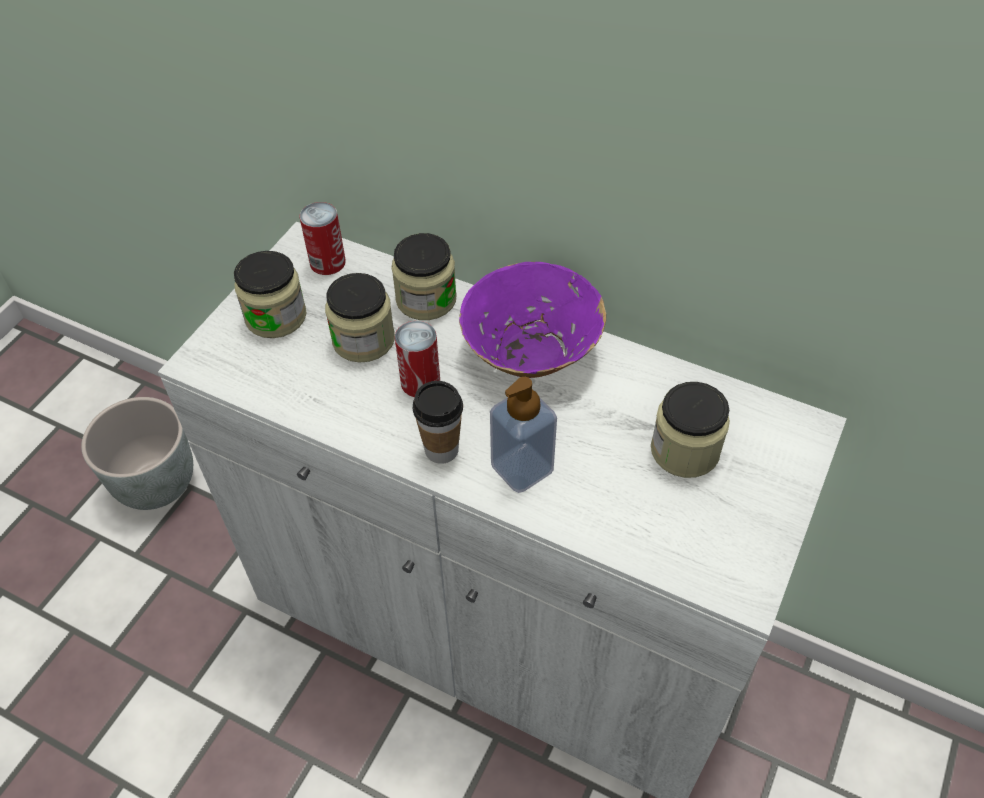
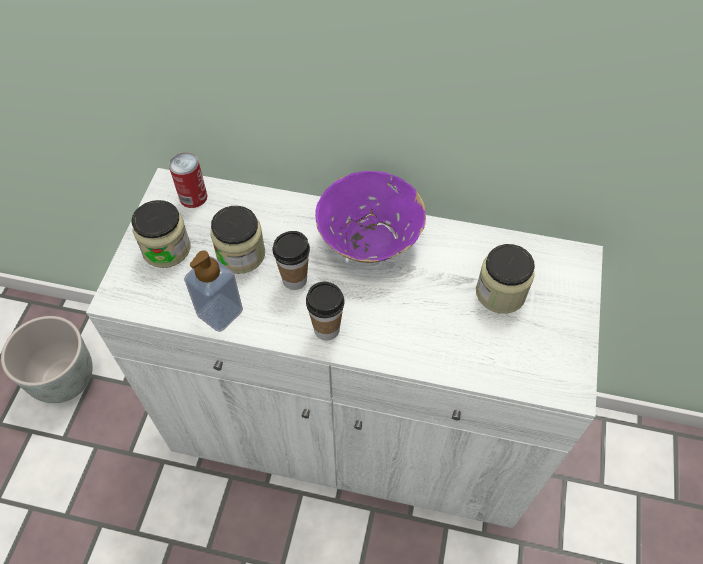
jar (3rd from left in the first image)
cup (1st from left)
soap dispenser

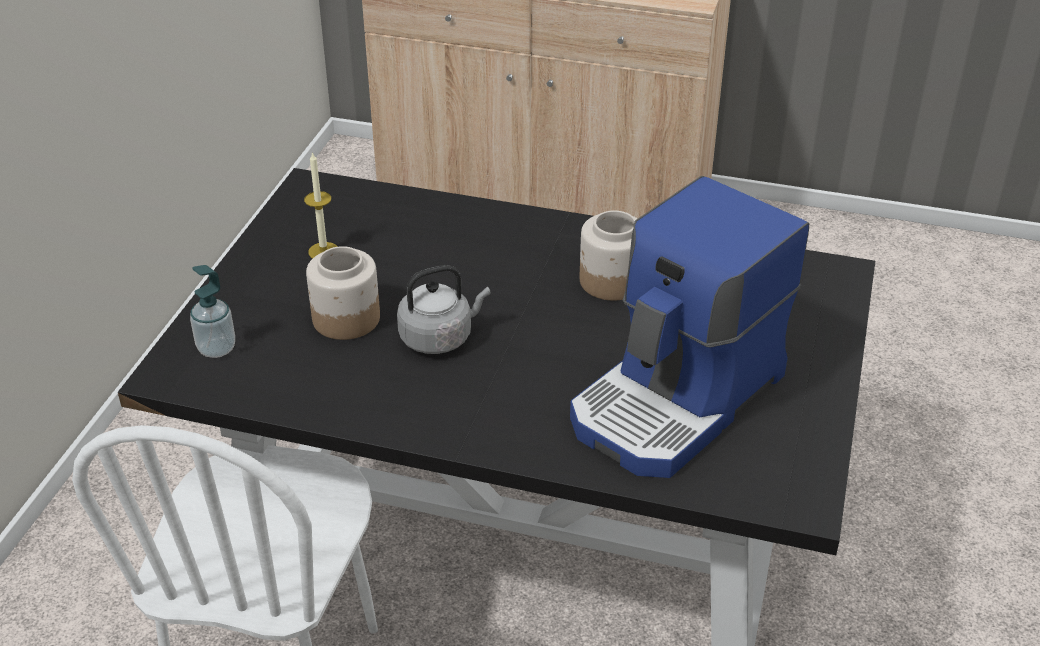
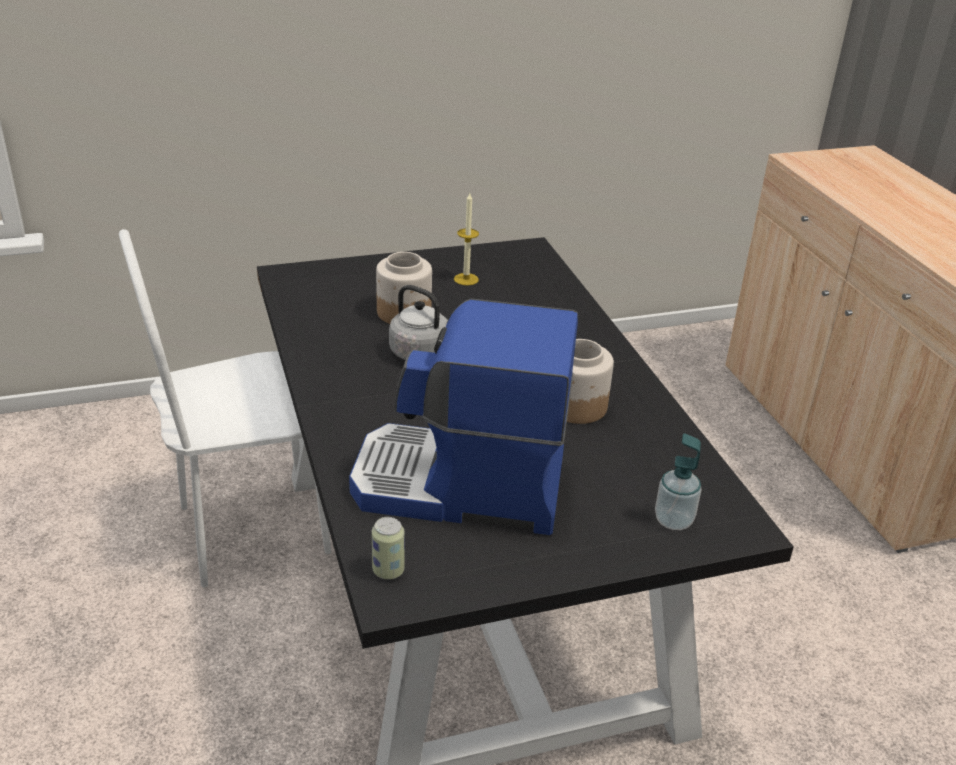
soap dispenser
can

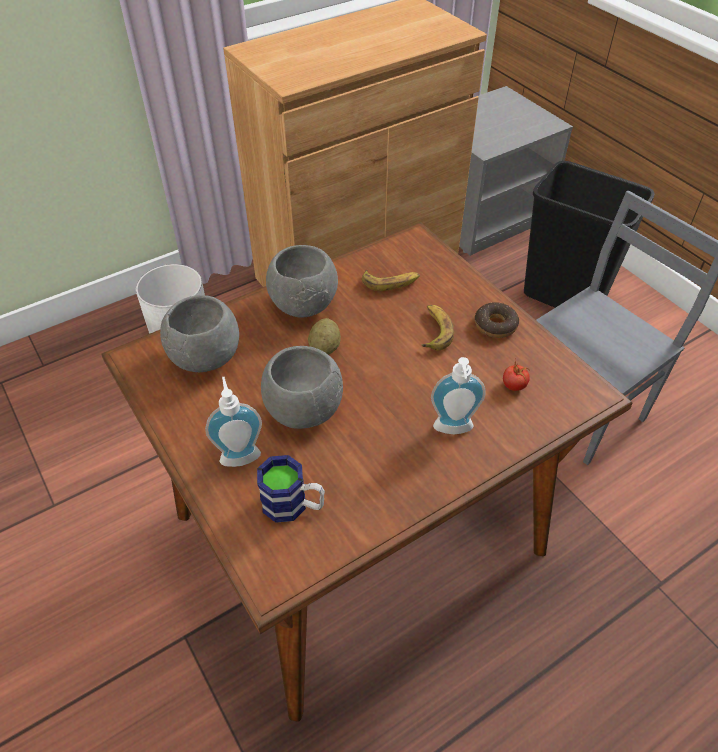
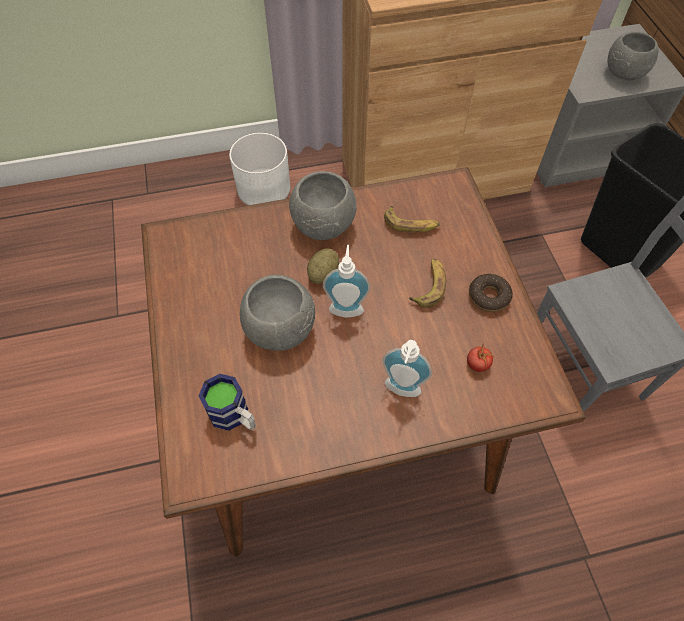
bowl/grey (3rd from left)
soap dispenser (1st from left)

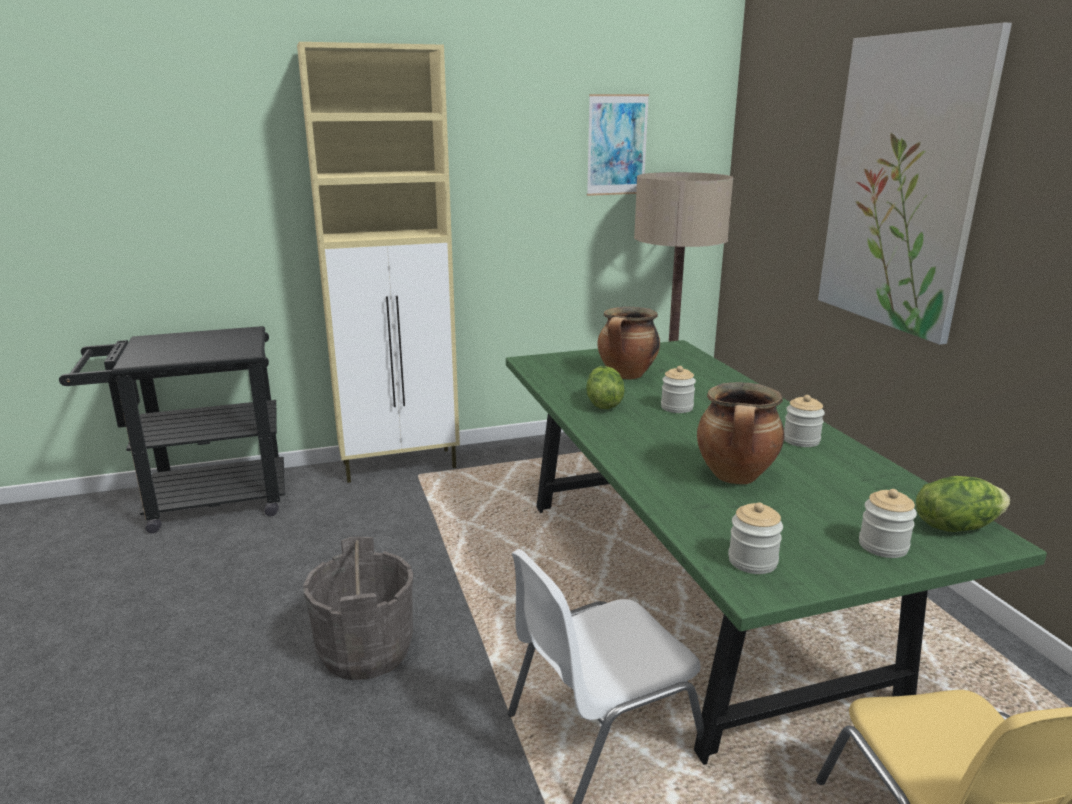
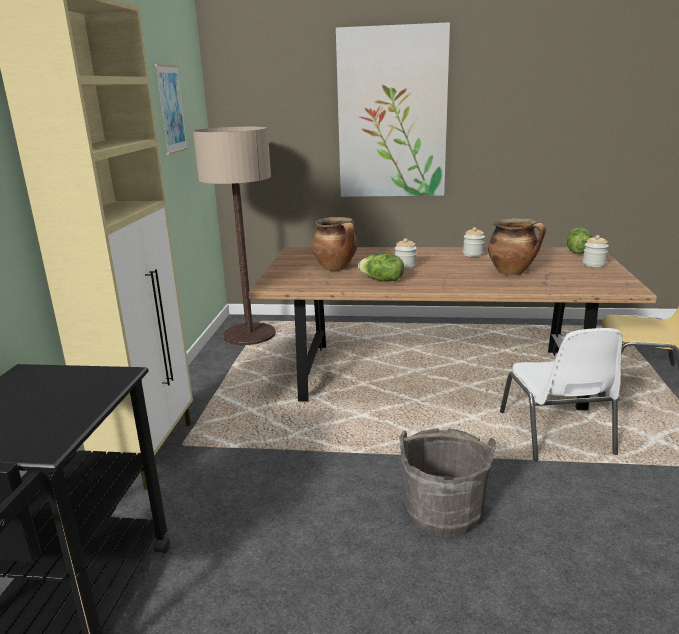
dining table/brown
jar (2nd from left in the first image)

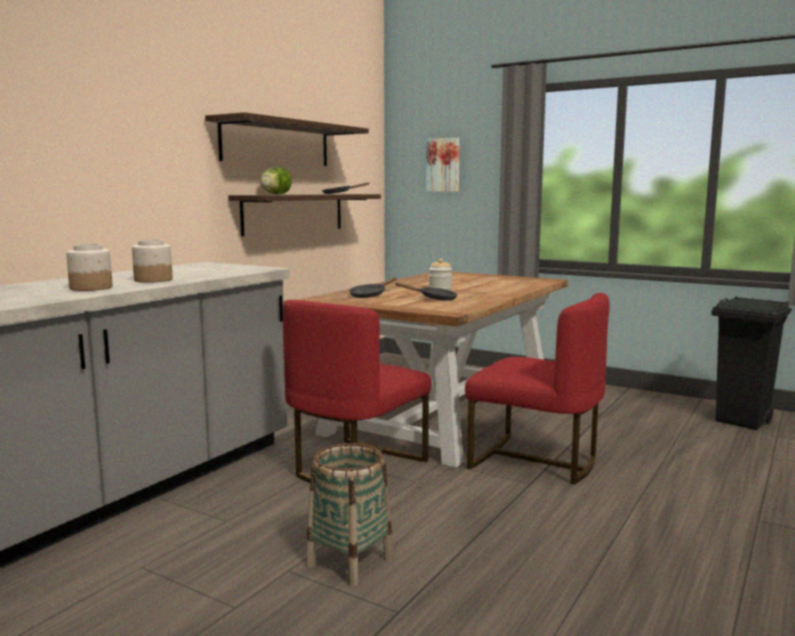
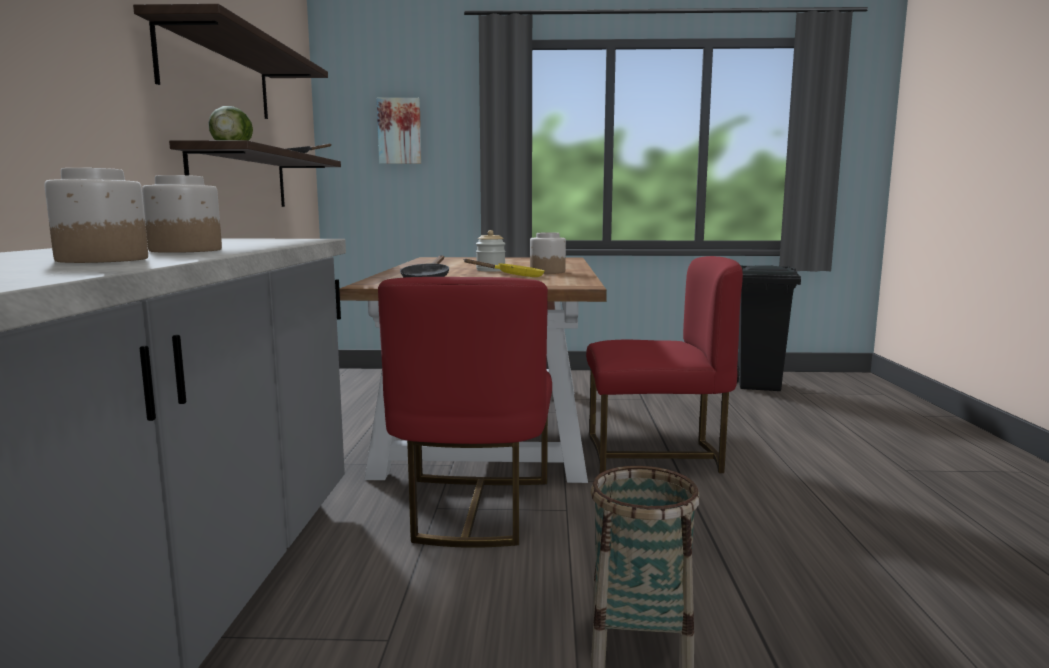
frying pan/yellow
jar (4th from left)

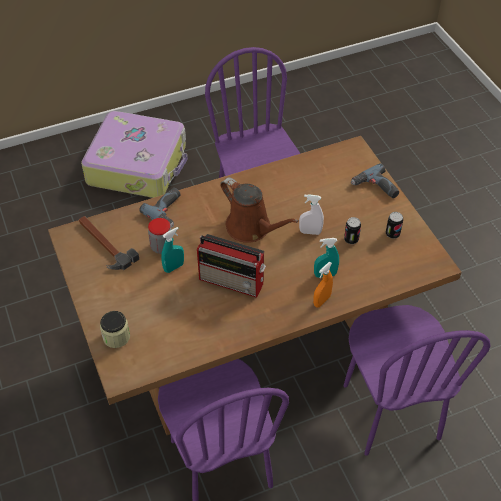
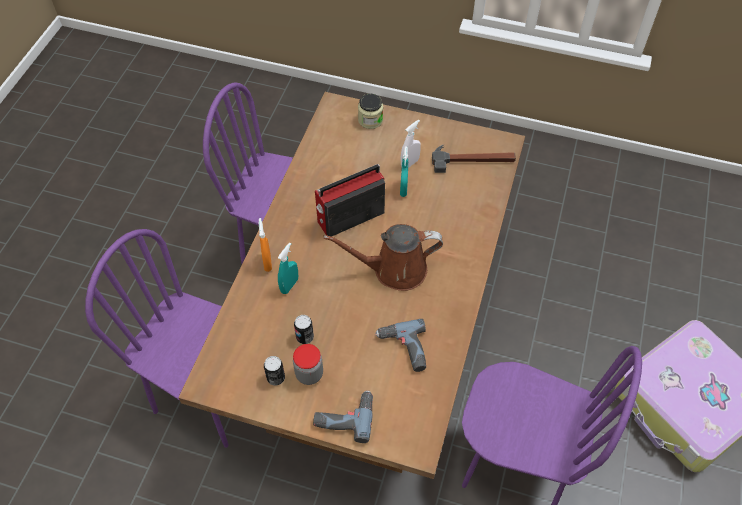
power drill (2nd from left)
spray bottle/white
jar (1st from left)

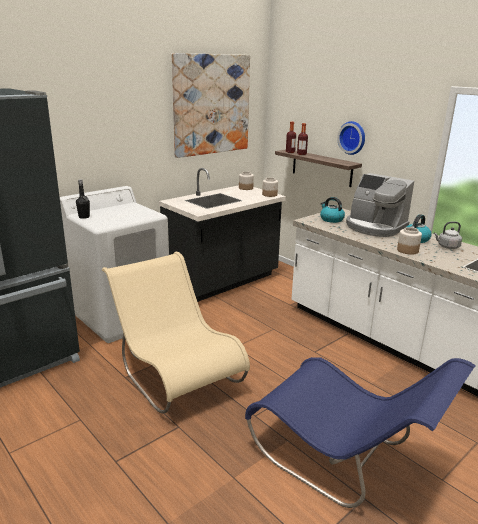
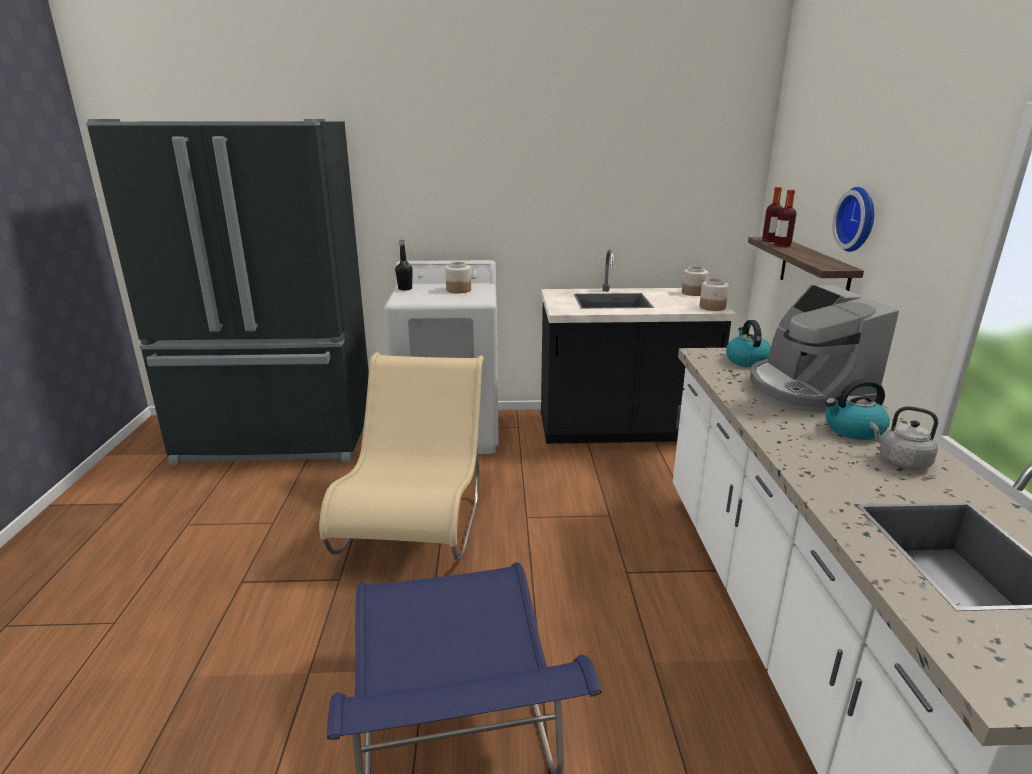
picture
jar (1st from left)

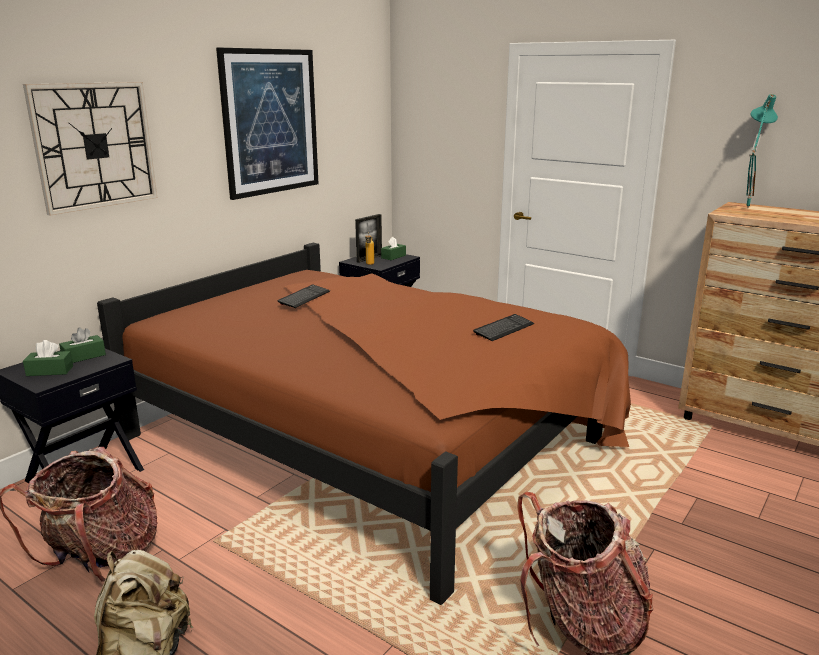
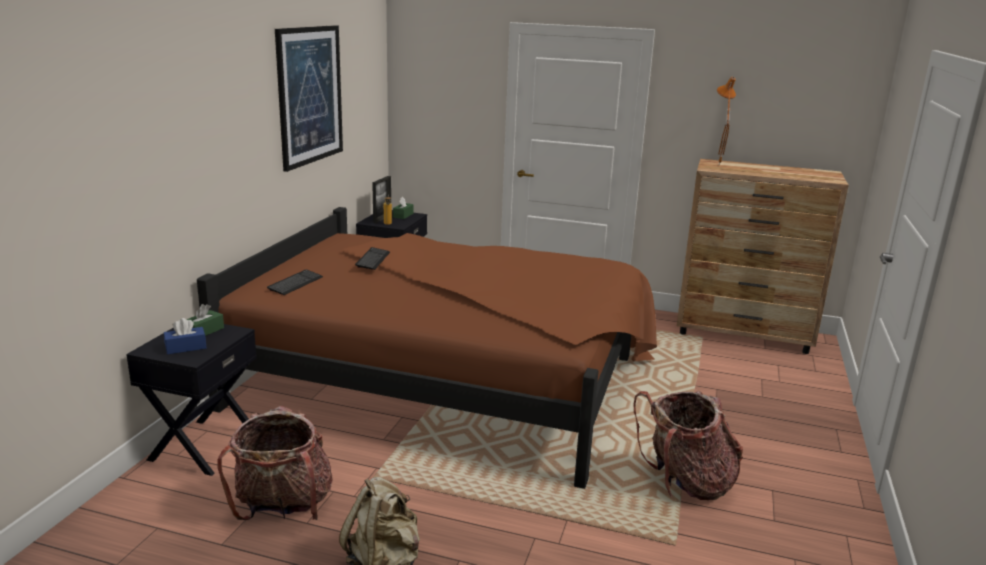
wall clock
table lamp/orange
keyboard (1st from left)
tissue box/blue

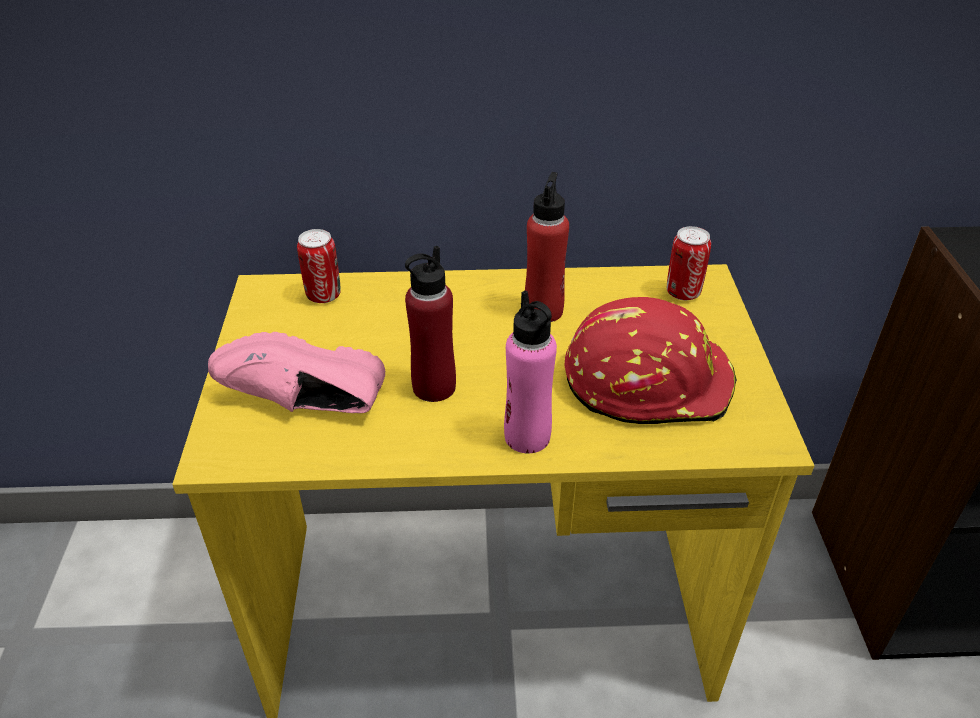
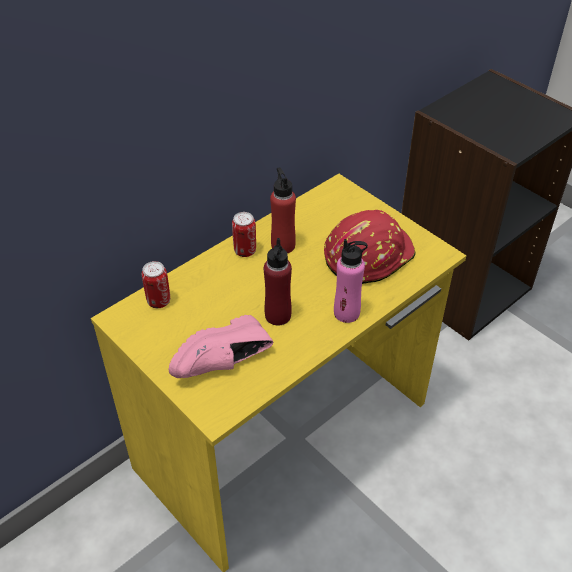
can (2nd from left)

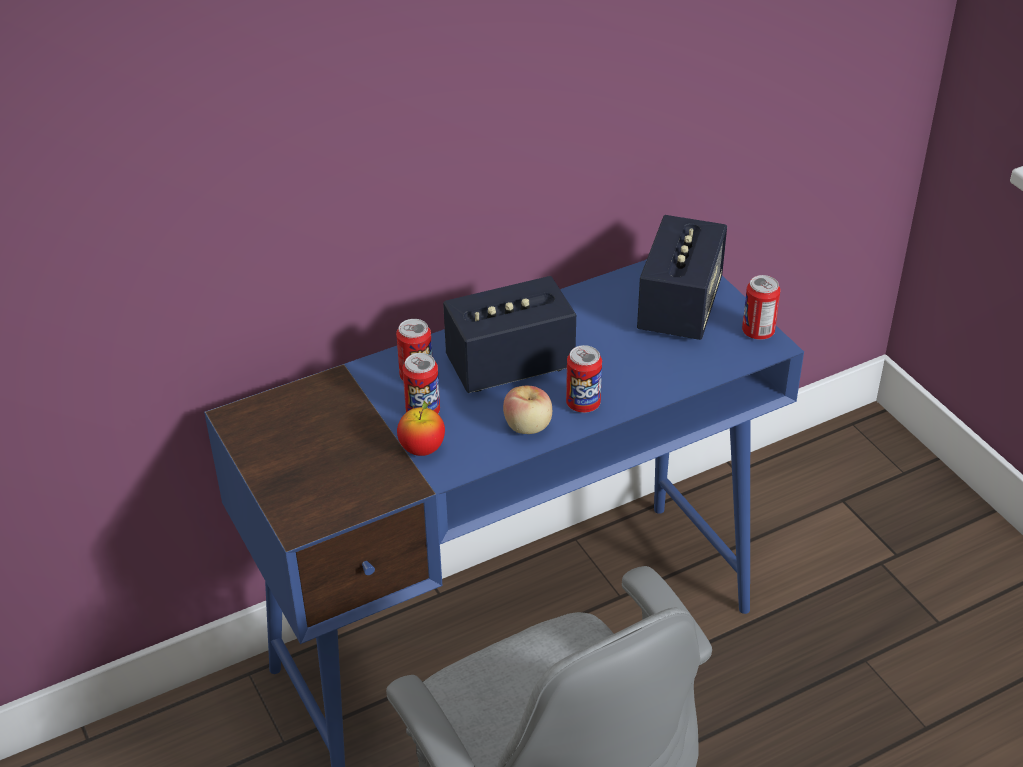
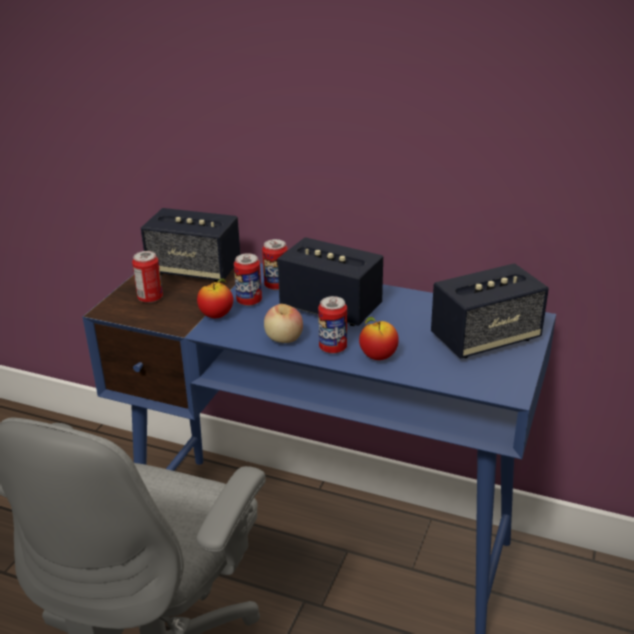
can (1st from left)
speaker (1st from left)
apple (3rd from left)

